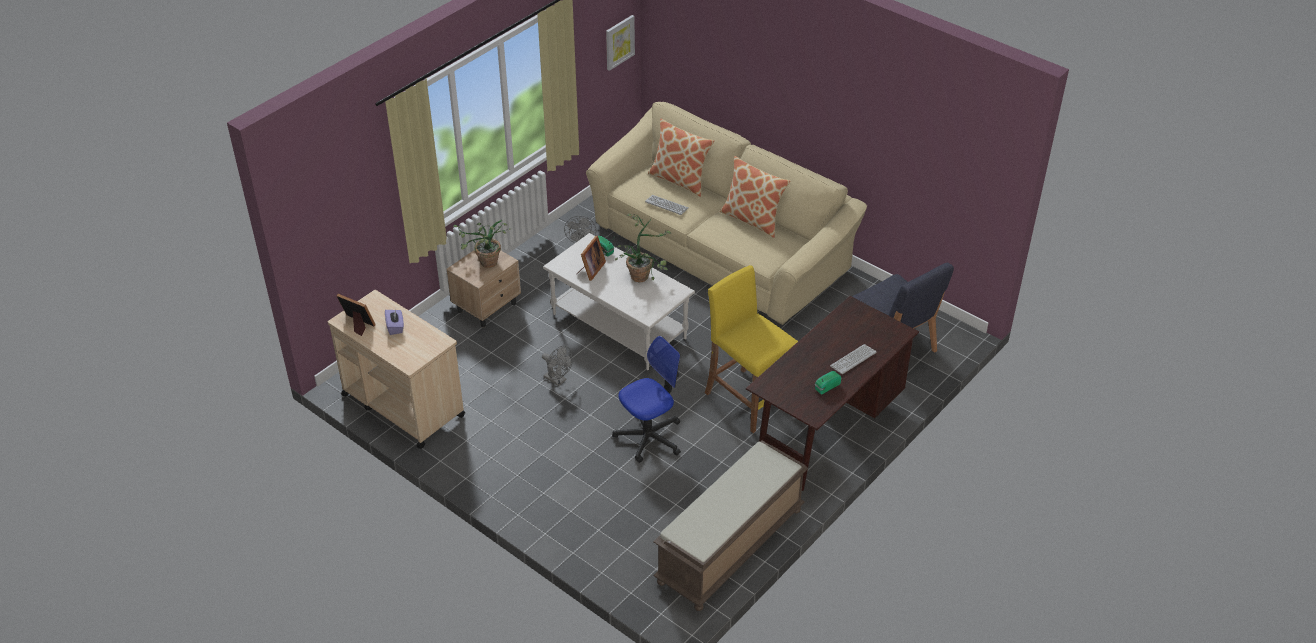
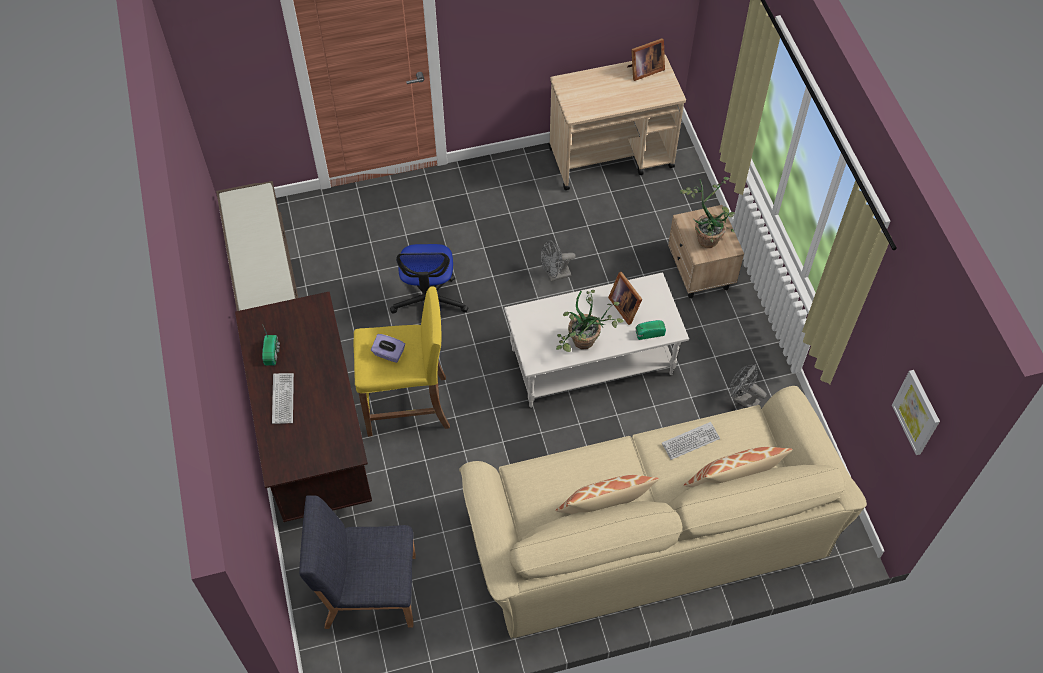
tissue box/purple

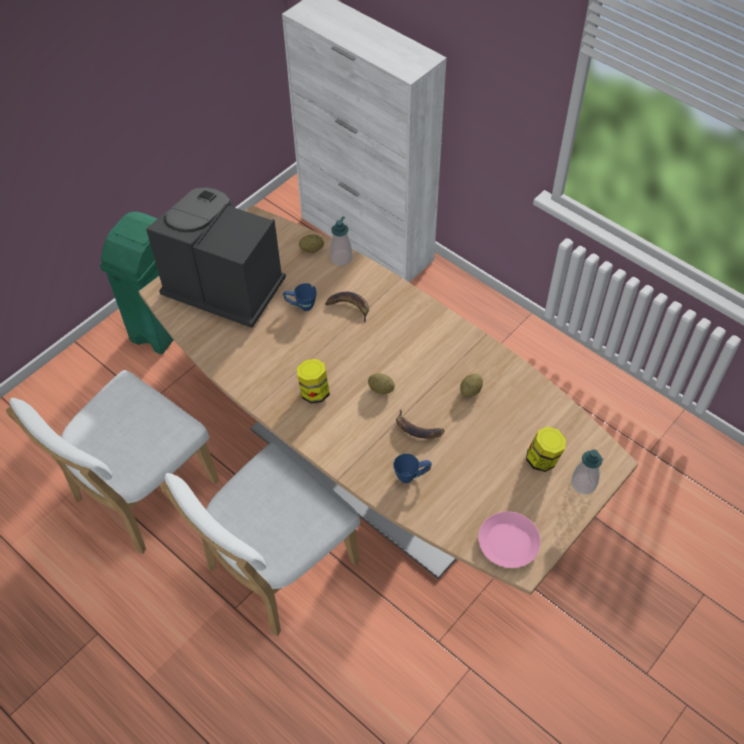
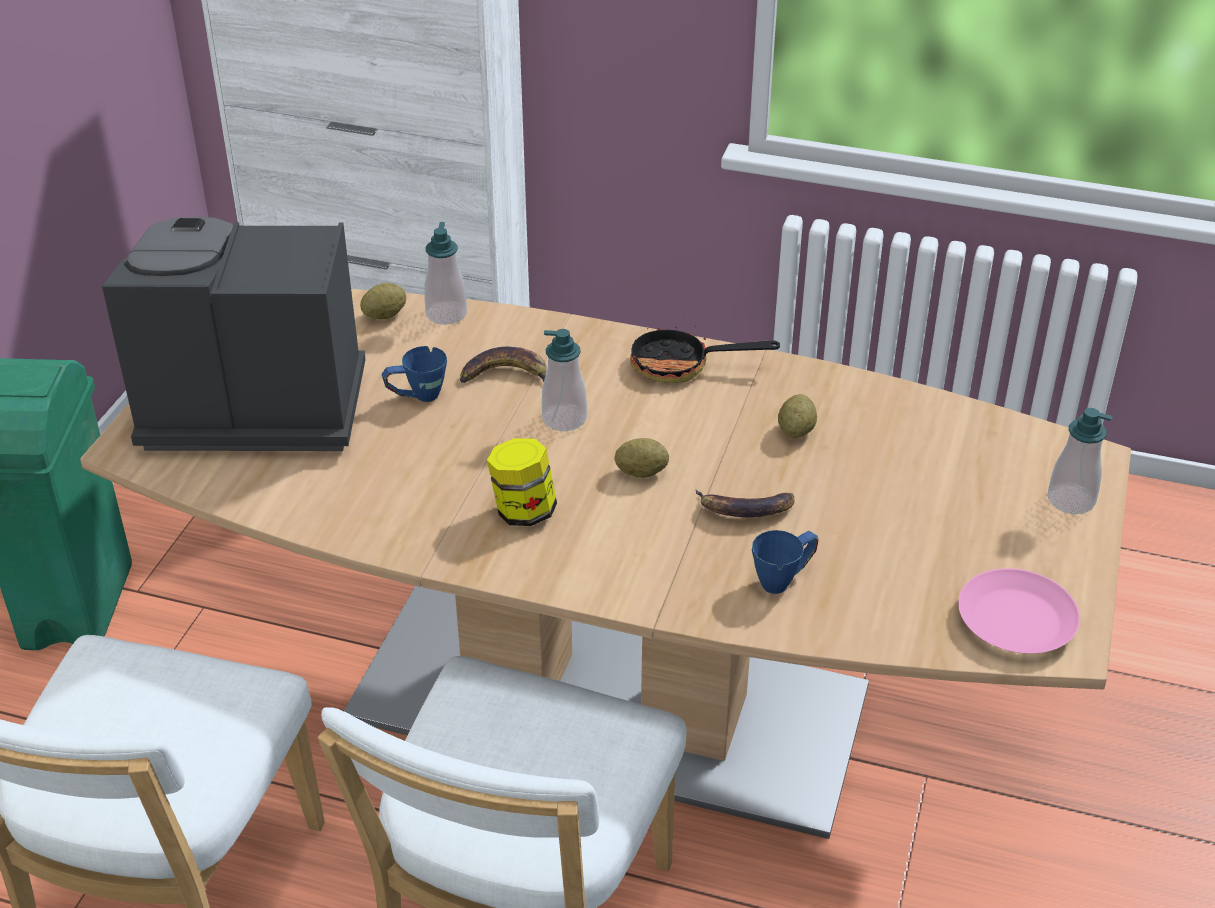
jar (2nd from left in the first image)
frying pan
soap dispenser (2nd from left)

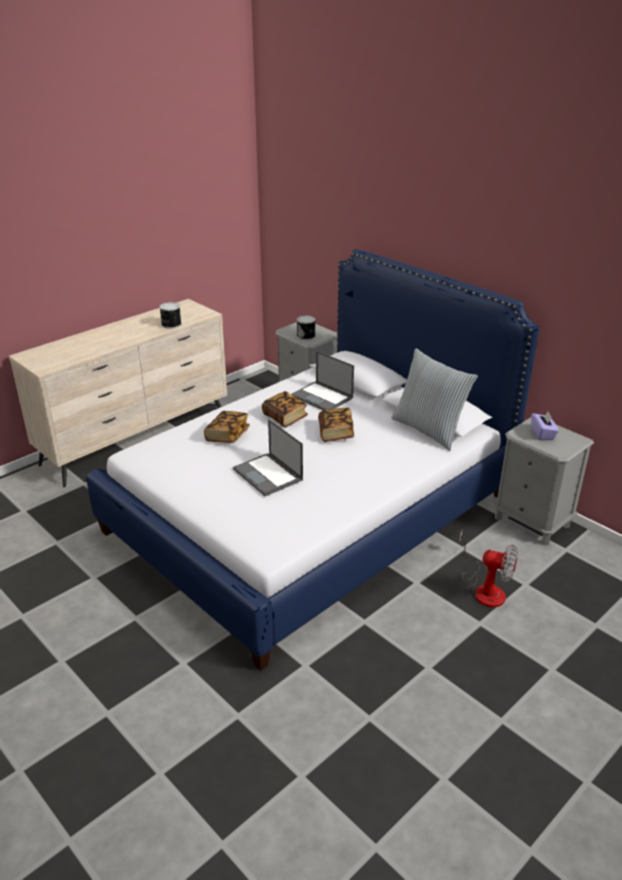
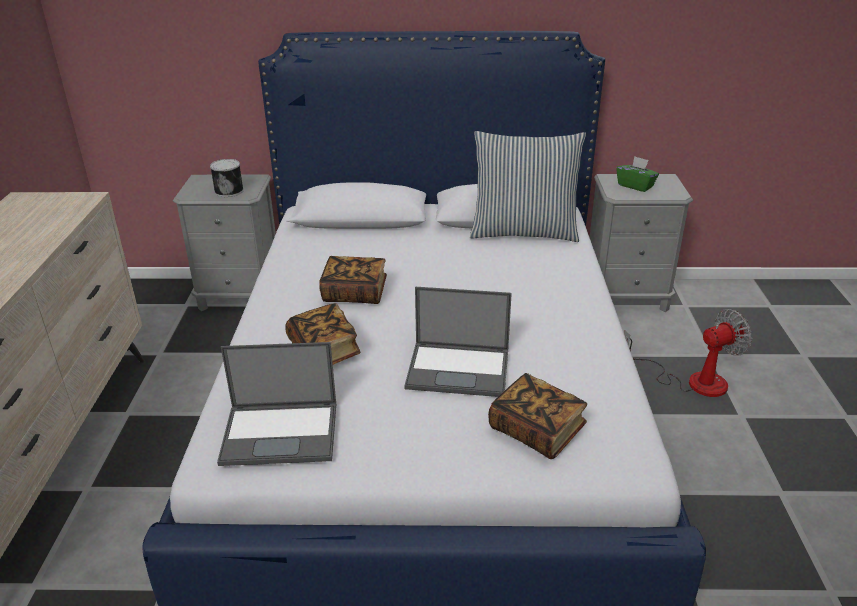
can (1st from left in the first image)
laptop (1st from left)
book (3rd from left)
tissue box/green

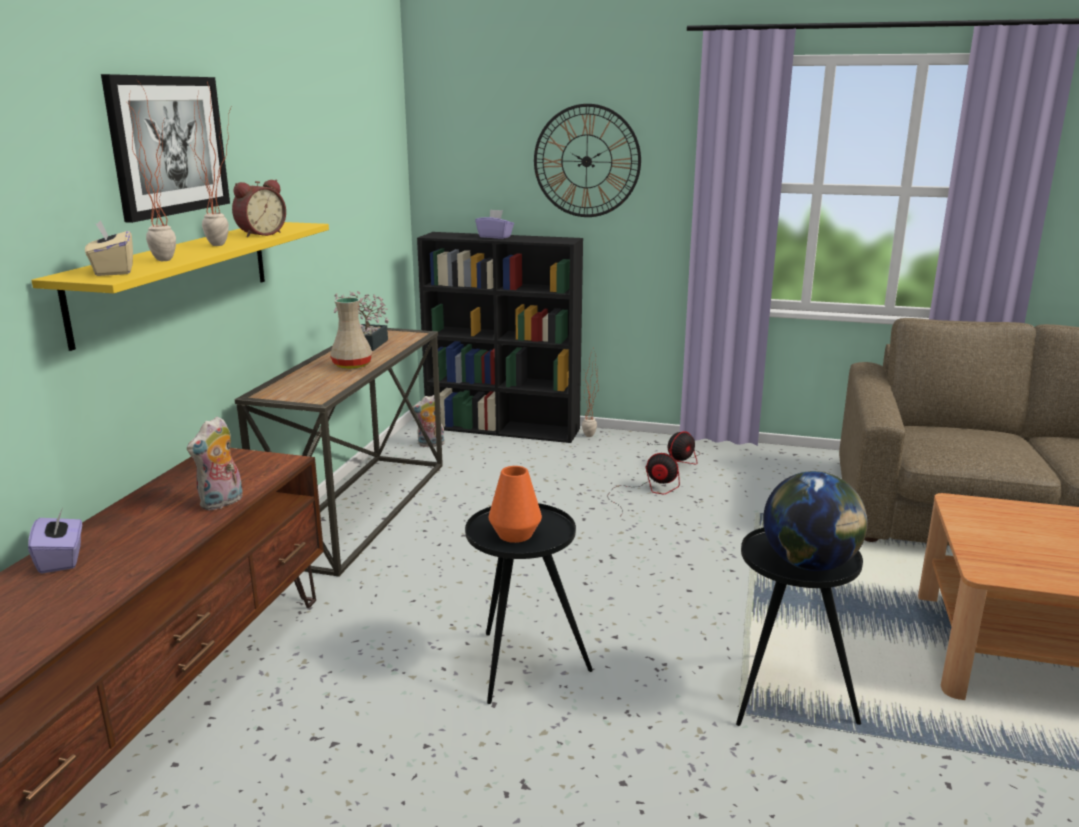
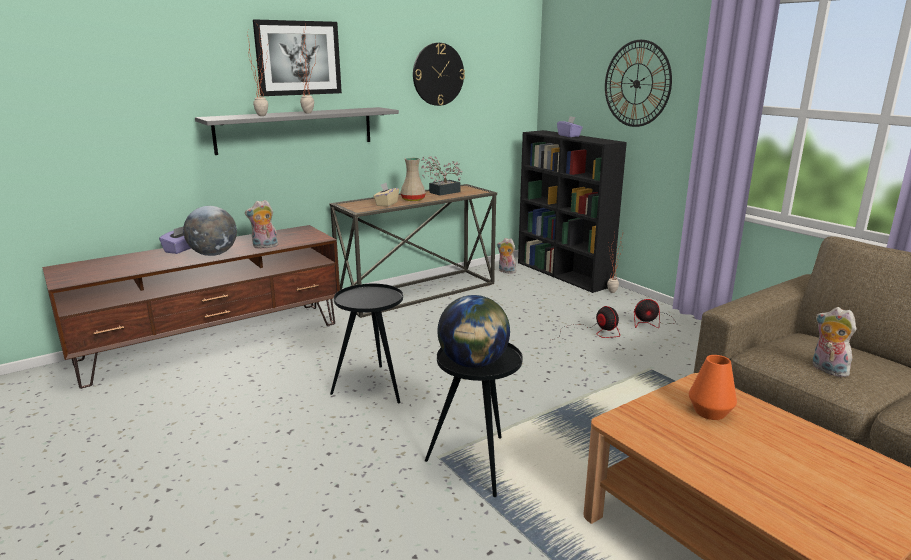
alarm clock
tissue box/beige
shelf/grey
vase/orange
wall clock (1st from left)
globe (1st from left)
plush toy (3rd from left)

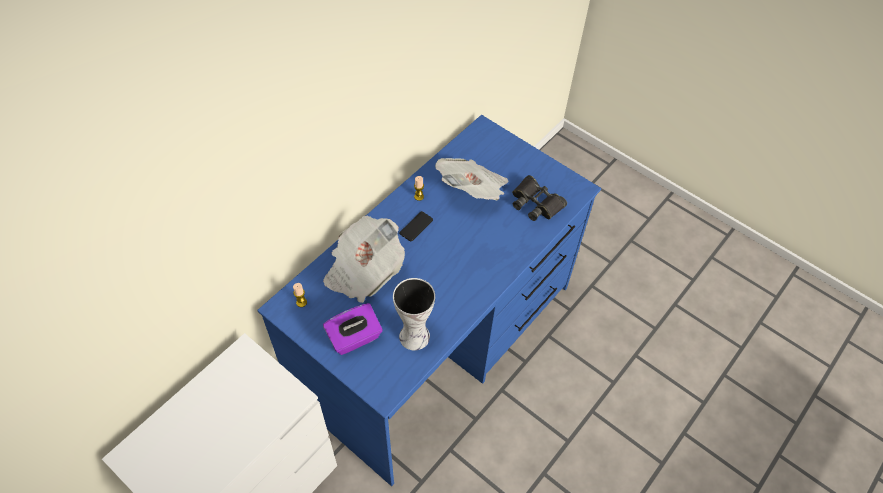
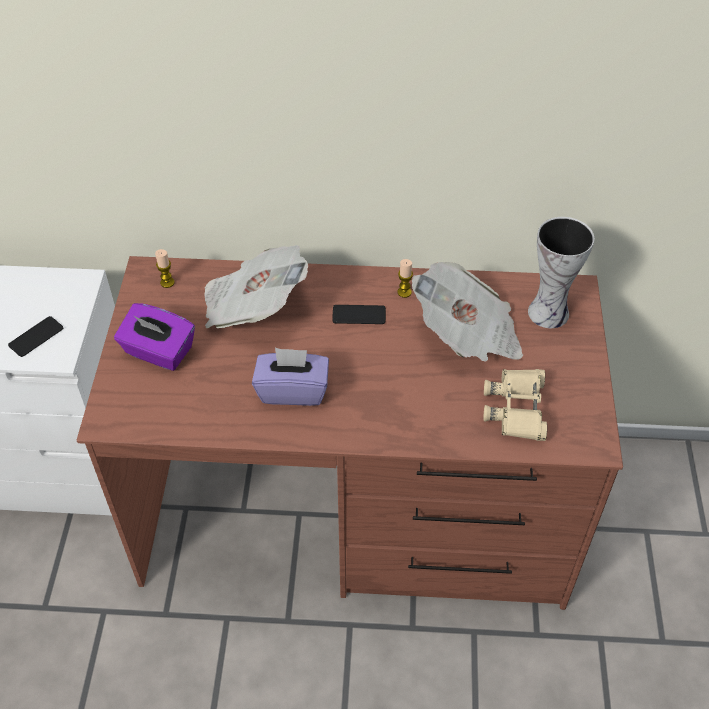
desk/brown
binoculars/beige
vase
phone (1st from left)
tissue box/purple (2nd from left)

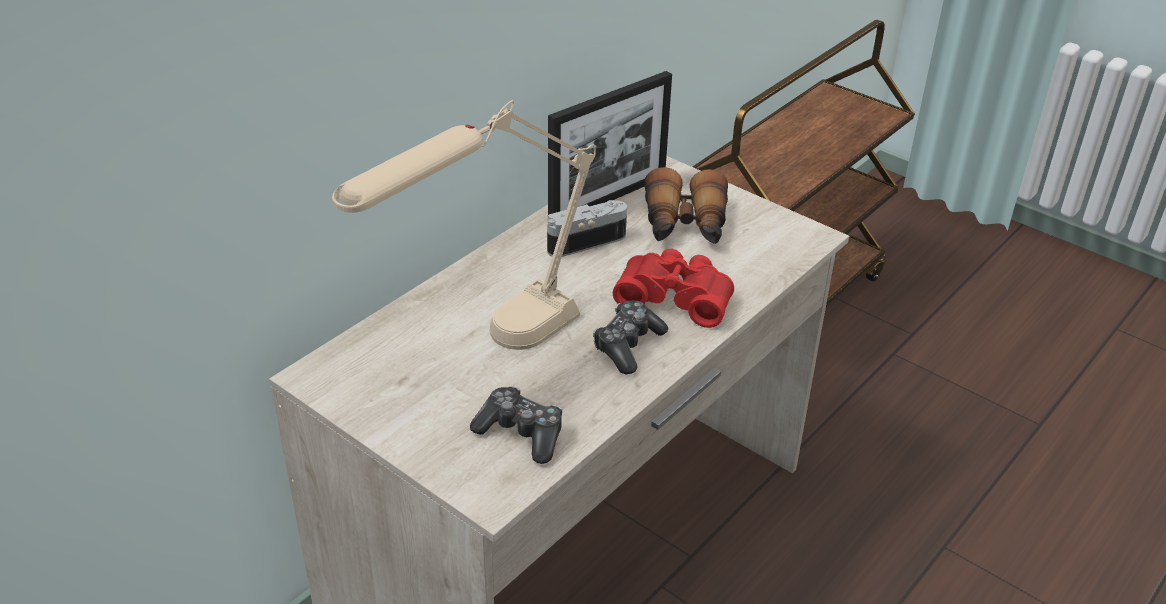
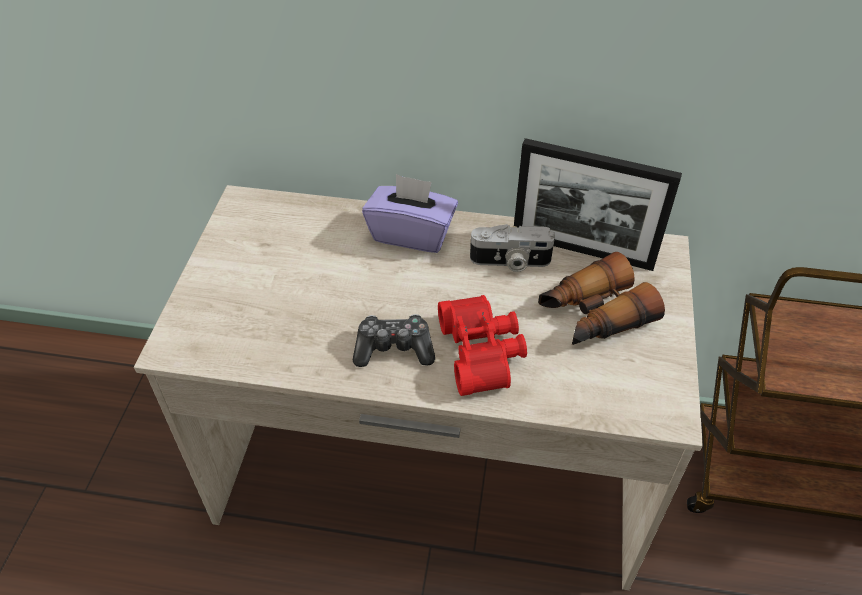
table lamp/beige
photo camera
game controller (1st from left in the first image)
tissue box/purple

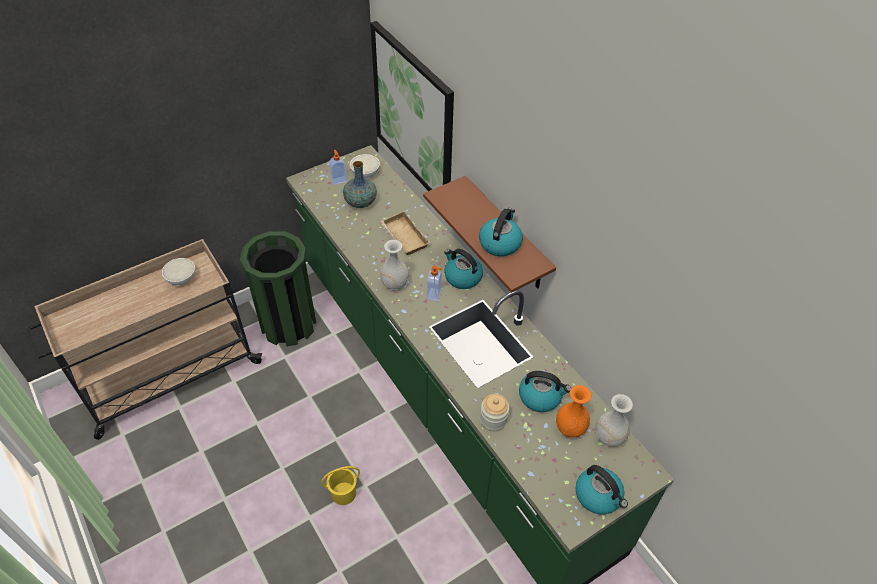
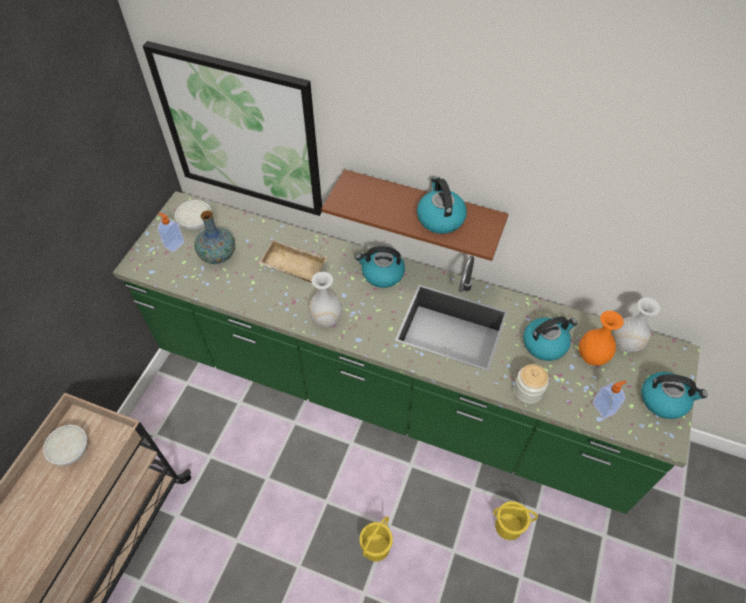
trash can/green
soap dispenser (2nd from left)
bucket/yellow (2nd from left)

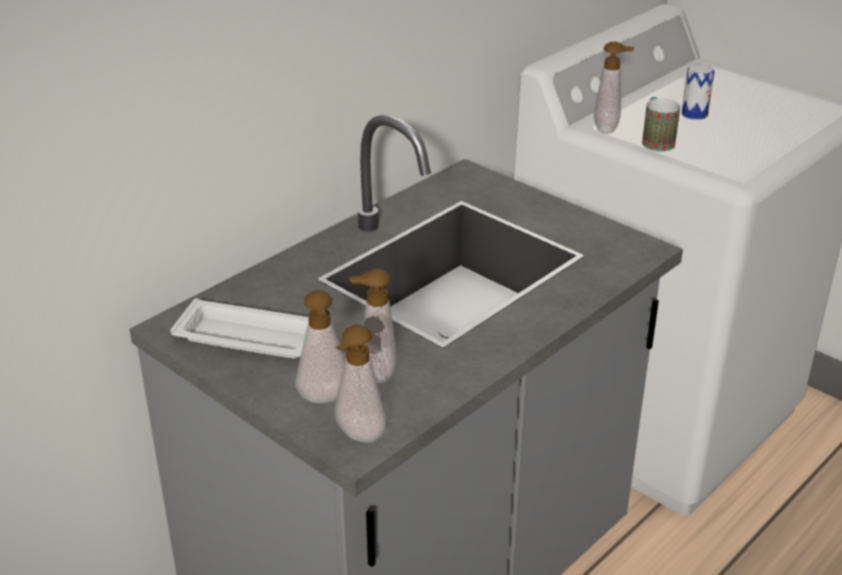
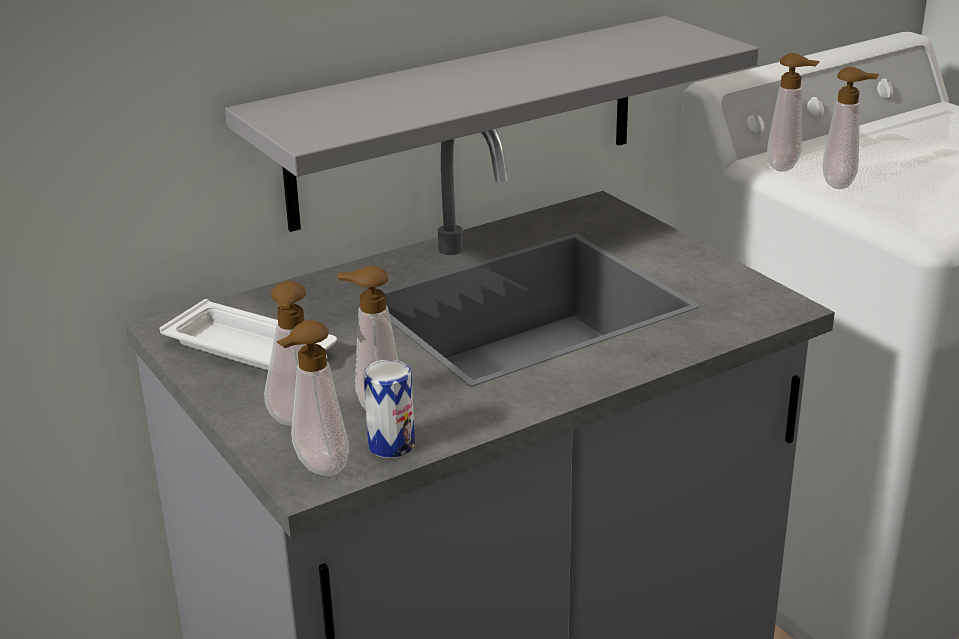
can
soap dispenser (5th from left)
shelf/grey

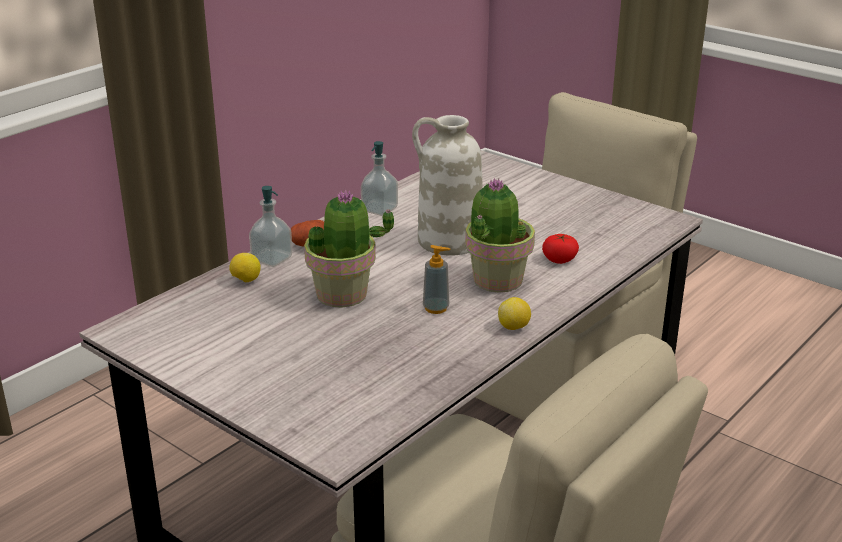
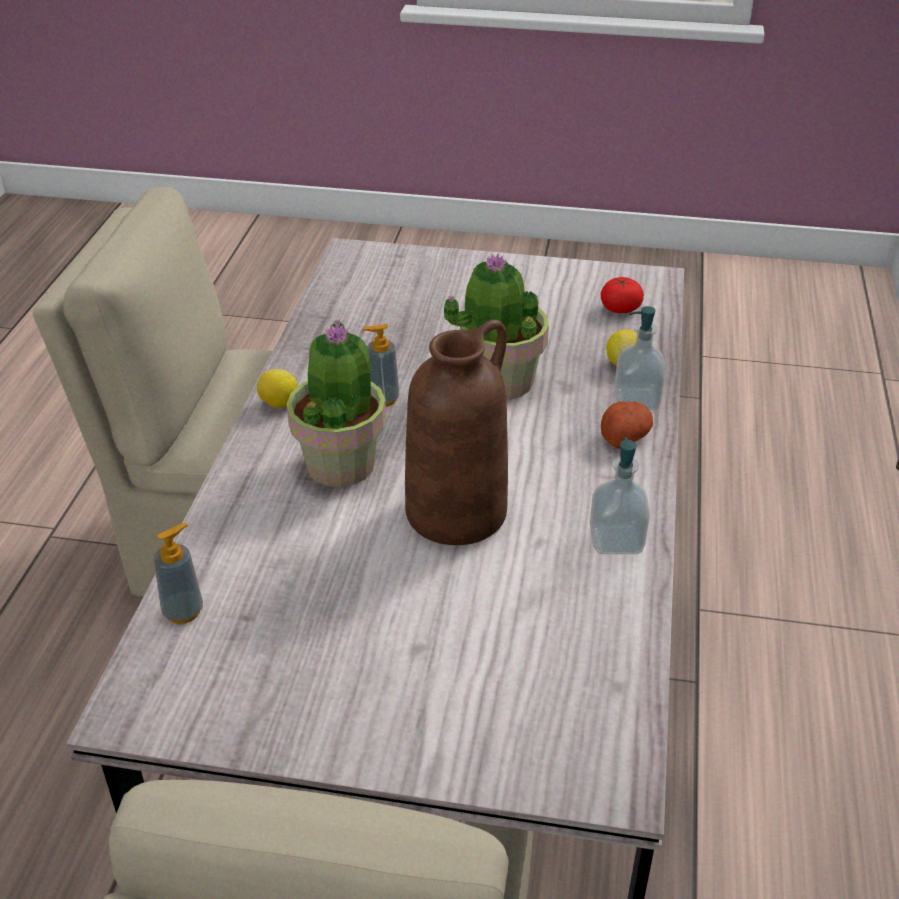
vase/brown
tomato
soap dispenser (1st from left)

